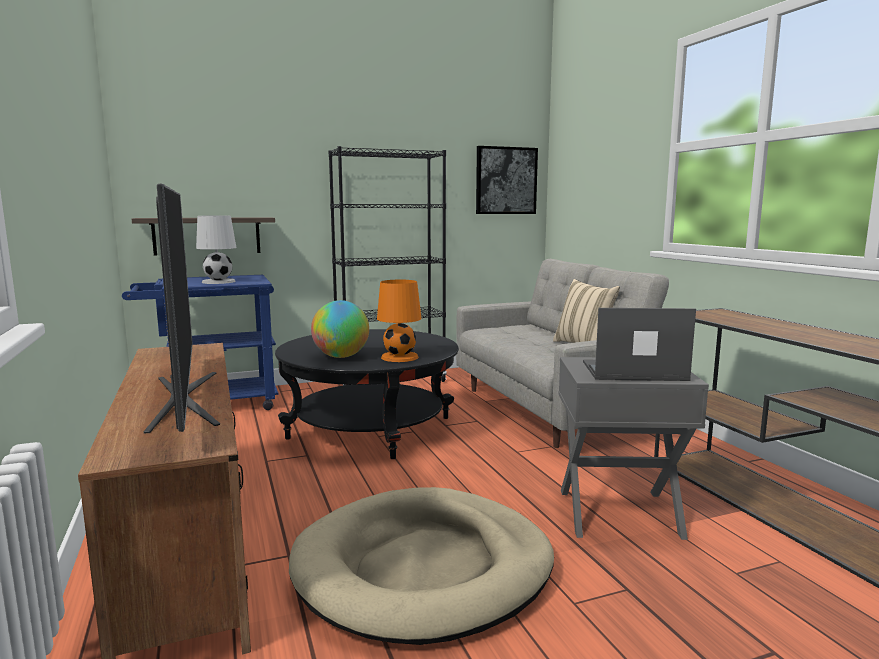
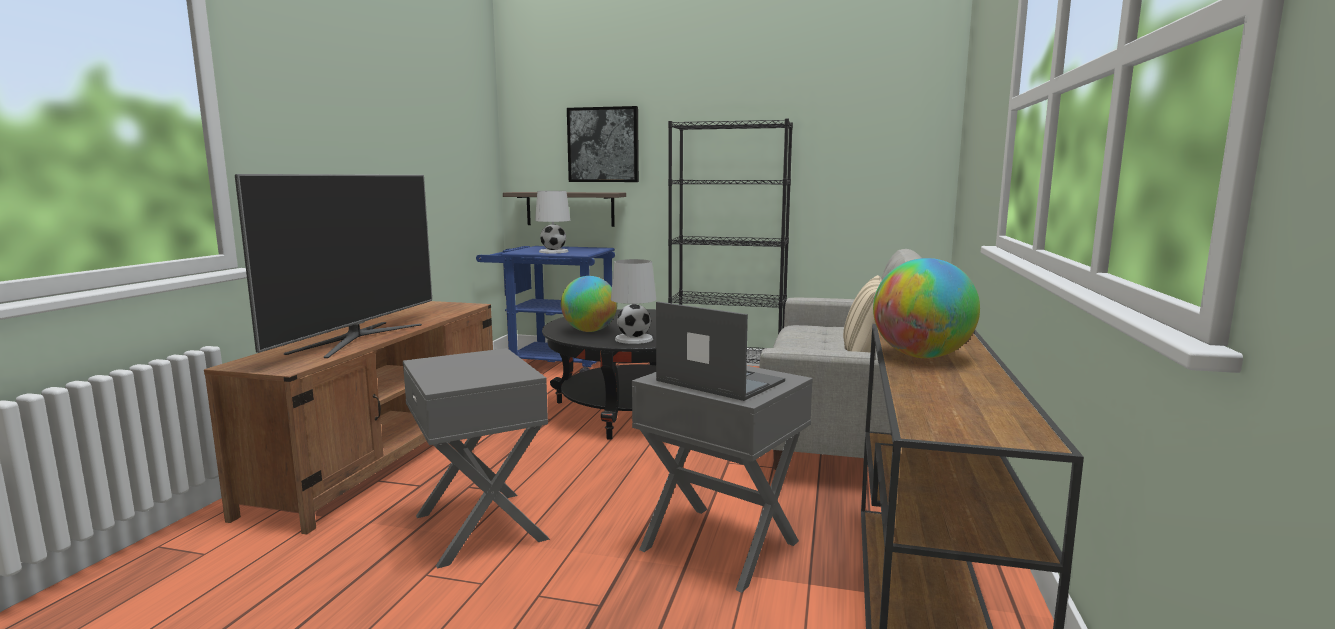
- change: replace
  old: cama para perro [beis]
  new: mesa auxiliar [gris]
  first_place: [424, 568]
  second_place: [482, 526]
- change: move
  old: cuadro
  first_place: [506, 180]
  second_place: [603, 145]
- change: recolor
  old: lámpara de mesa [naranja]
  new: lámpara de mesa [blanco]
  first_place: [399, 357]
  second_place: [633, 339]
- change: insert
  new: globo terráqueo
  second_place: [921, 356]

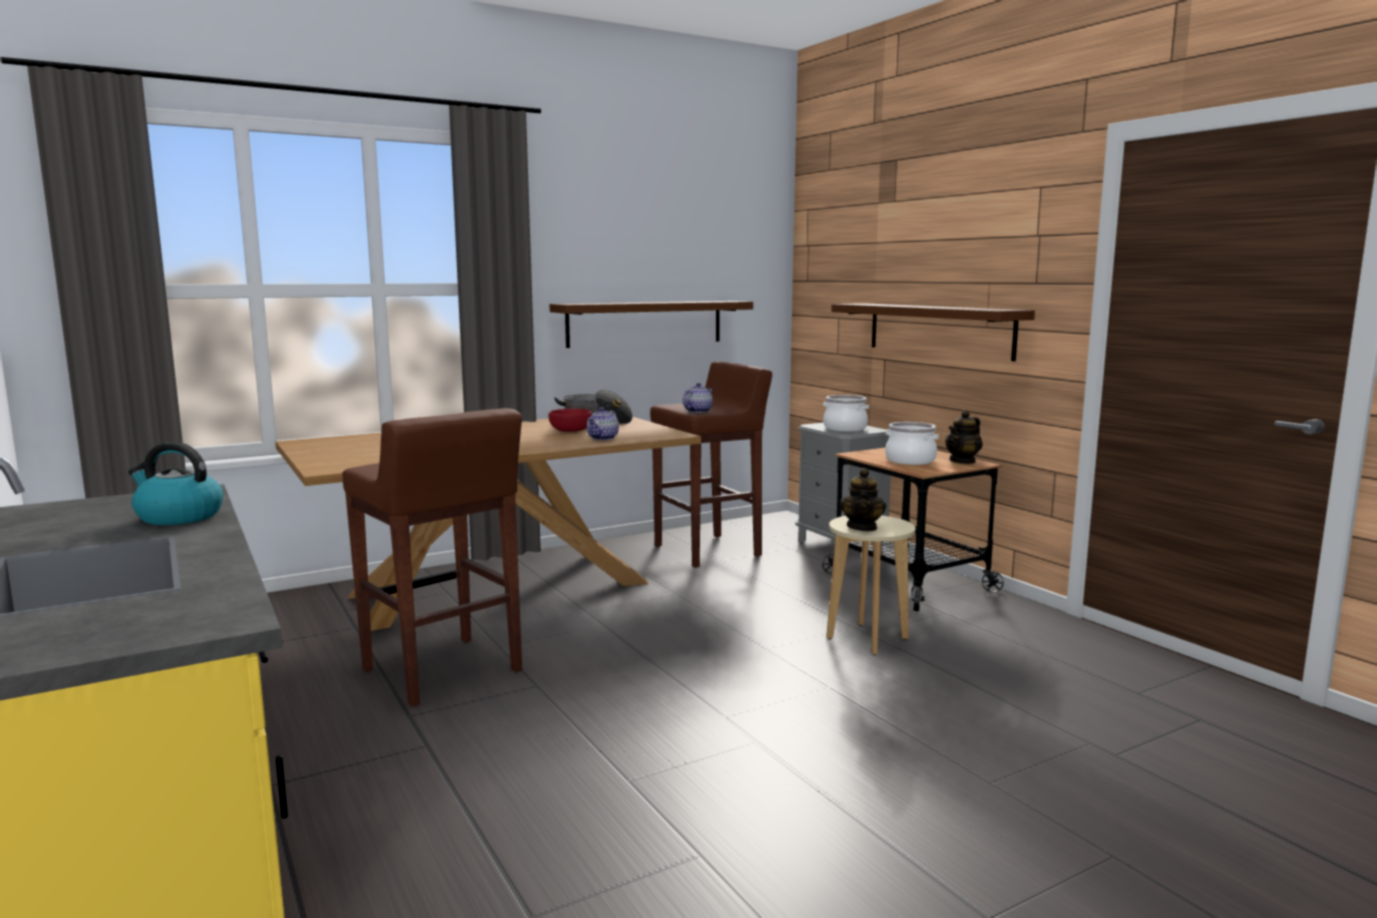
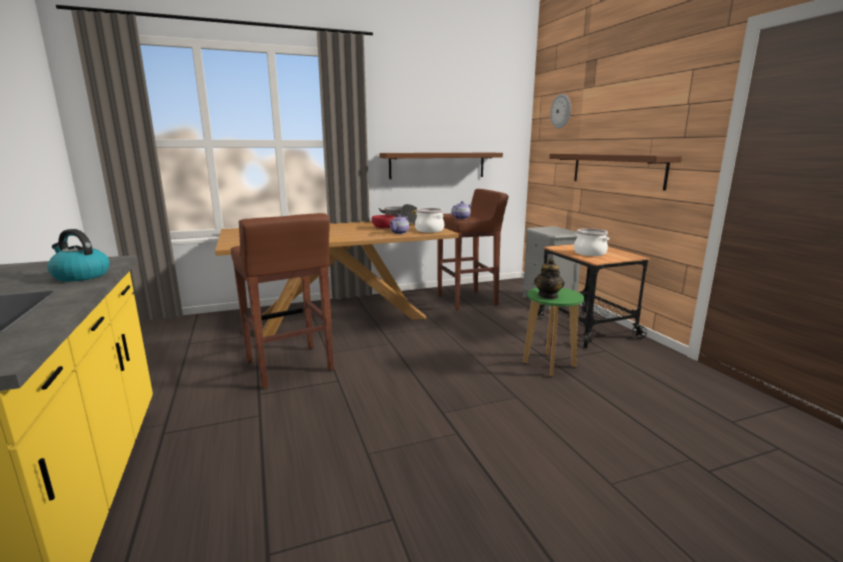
- change: move
  old: olla
  first_place: [844, 428]
  second_place: [429, 230]
- change: recolor
  old: taburete [beis]
  new: taburete [verde]
  first_place: [867, 638]
  second_place: [549, 364]
- change: insert
  new: reloj de pared
  second_place: [561, 111]
- change: delete
  old: tetera
  first_place: [963, 461]

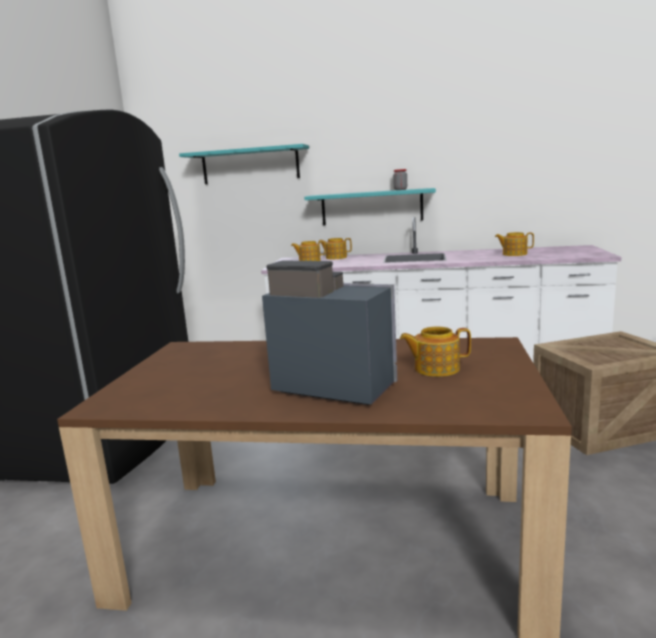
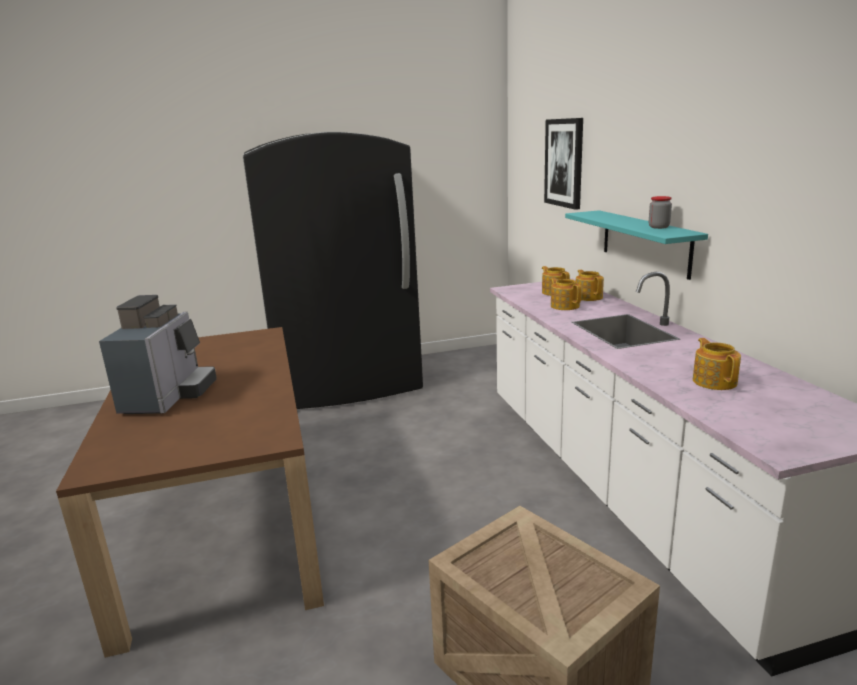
- change: replace
  old: estante [turquesa]
  new: cuadro
  first_place: [250, 165]
  second_place: [564, 163]
- change: move
  old: tetera
  first_place: [435, 368]
  second_place: [564, 306]

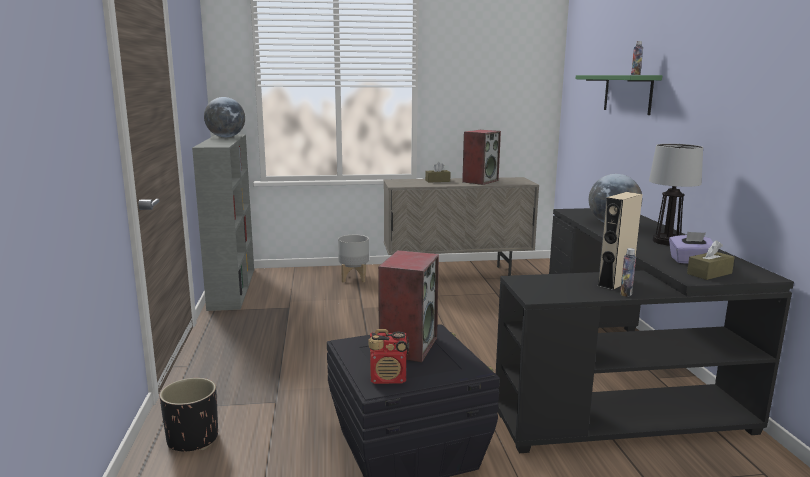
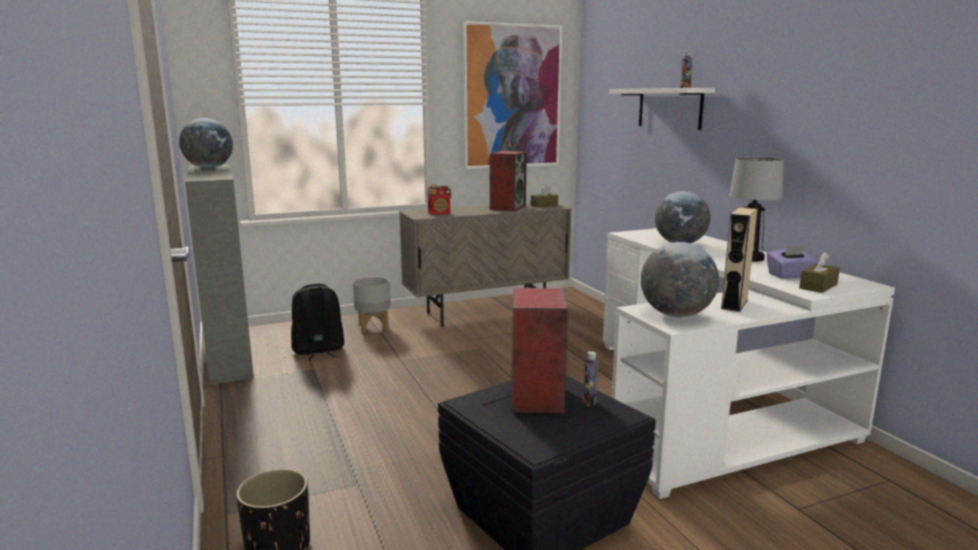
- change: insert
  new: mochila [negro]
  second_place: [318, 351]
- change: move
  old: radio
  first_place: [389, 379]
  second_place: [440, 213]
- change: insert
  new: cuadro
  second_place: [512, 97]
- change: move
  old: caja de pañuelos [marrón]
  first_place: [437, 181]
  second_place: [544, 205]
- change: move
  old: botella
  first_place: [626, 294]
  second_place: [589, 402]
- change: recolor
  old: escritorio [negro]
  new: escritorio [blanco]
  first_place: [620, 378]
  second_place: [710, 404]
- change: recolor
  old: estante [verde]
  new: estante [blanco]
  first_place: [627, 93]
  second_place: [669, 108]
- change: insert
  new: globo terráqueo
  second_place: [676, 315]

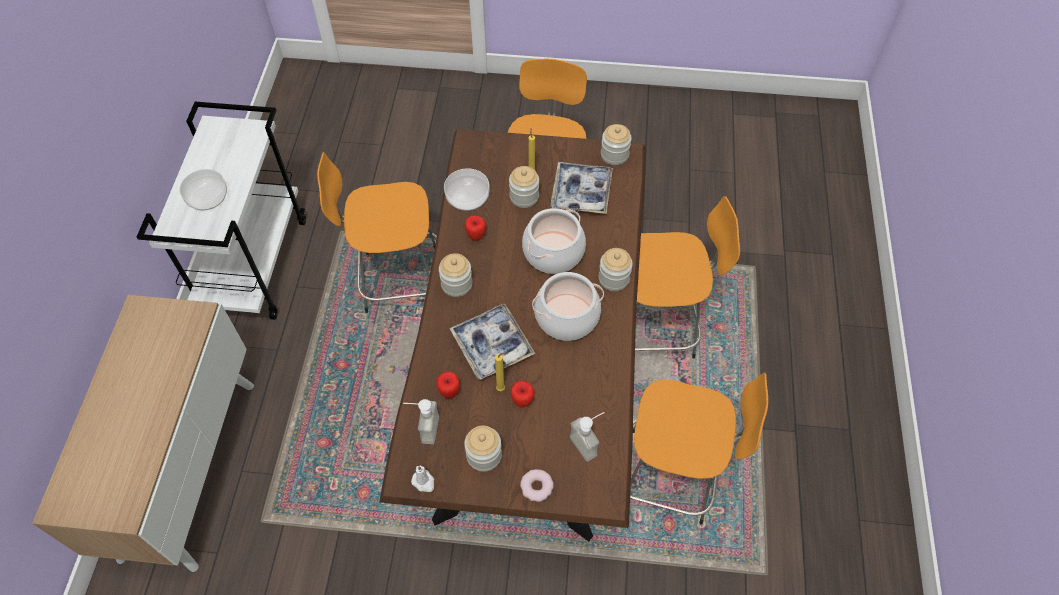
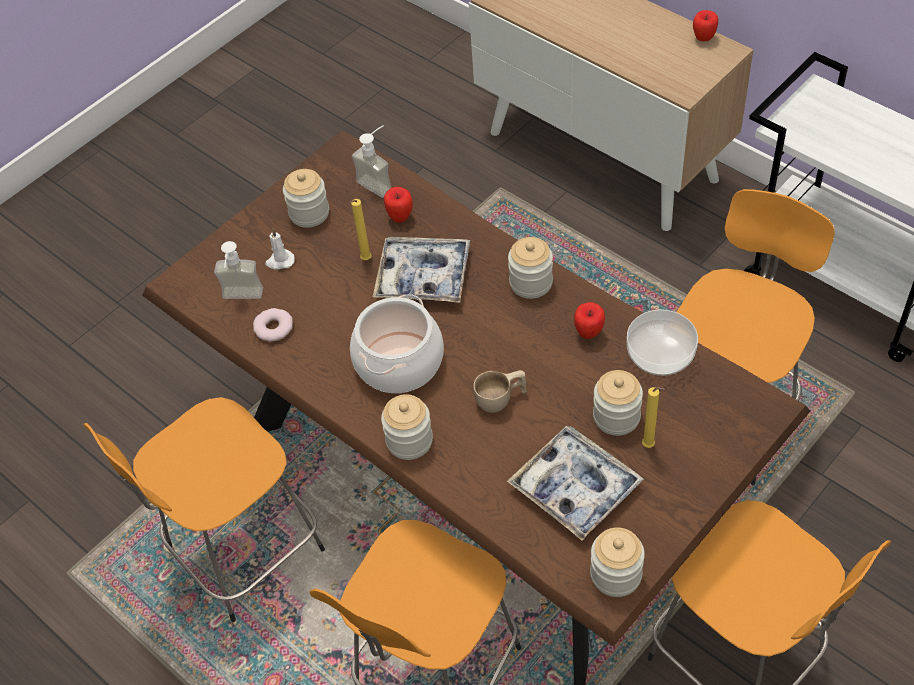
- change: move
  old: rosquilla
  first_place: [537, 487]
  second_place: [273, 328]
- change: move
  old: vela [blanco]
  first_place: [424, 482]
  second_place: [280, 261]
- change: replace
  old: olla
  new: taza [beis]
  first_place: [553, 252]
  second_place: [501, 400]
- change: move
  old: manzana
  first_place: [522, 401]
  second_place: [703, 38]
- change: delete
  old: cuenco
  first_place: [207, 198]

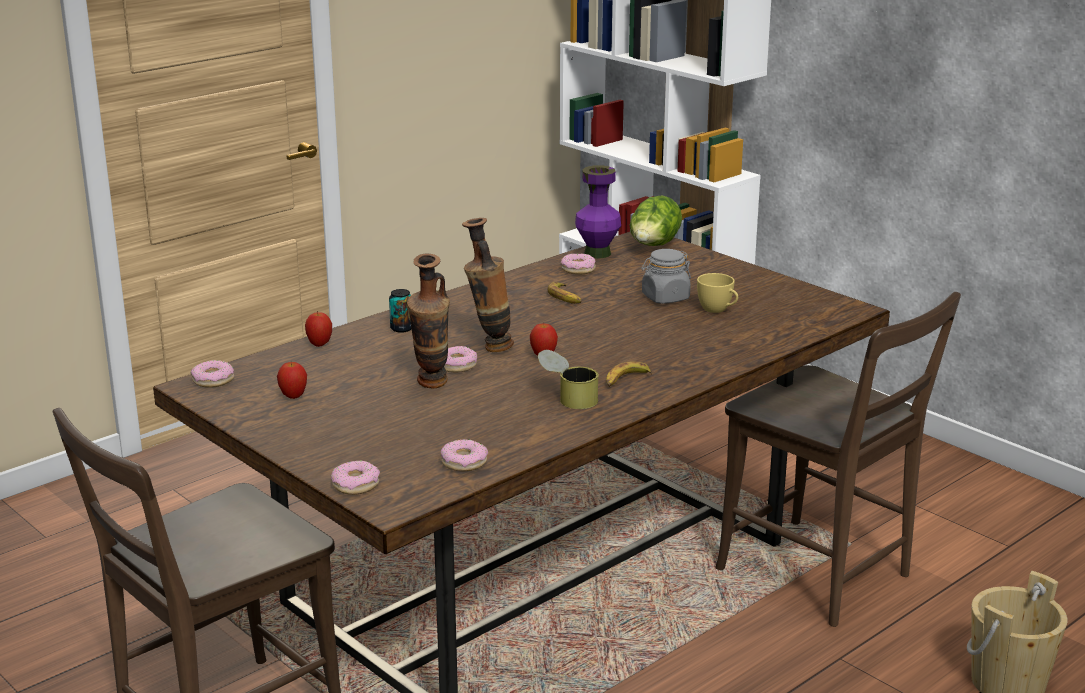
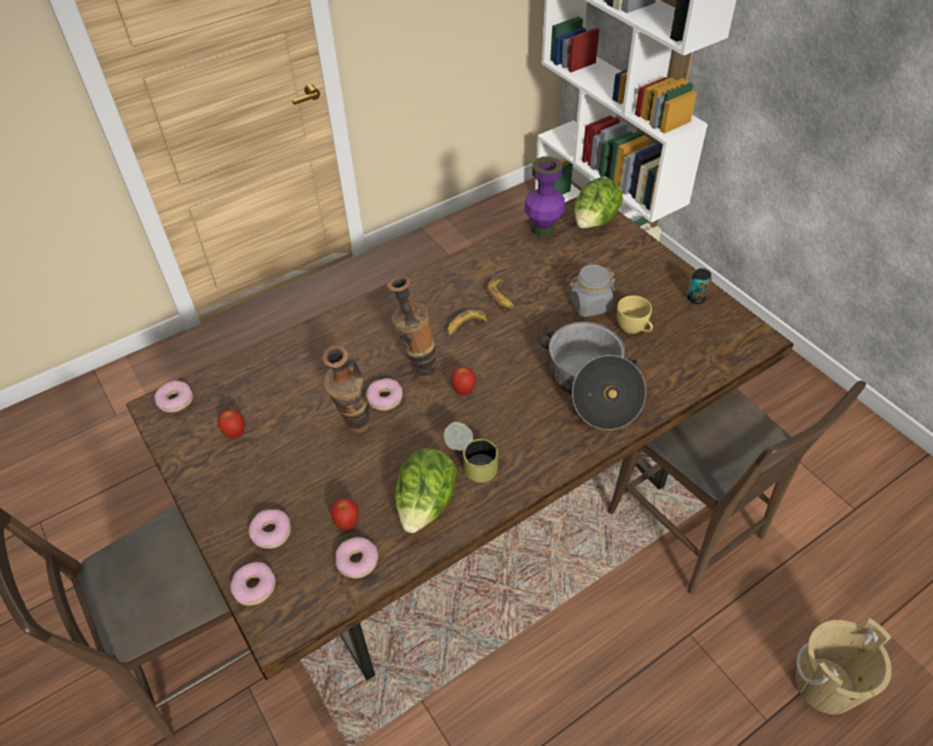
- change: move
  old: rosquilla
  first_place: [578, 269]
  second_place: [271, 532]
- change: move
  old: manzana
  first_place: [319, 344]
  second_place: [347, 523]
- change: insert
  new: lechuga
  second_place: [426, 505]
- change: move
  old: plátano
  first_place: [626, 380]
  second_place: [465, 326]
- change: insert
  new: olla
  second_place: [590, 387]
- change: move
  old: lata
  first_place: [401, 328]
  second_place: [696, 298]

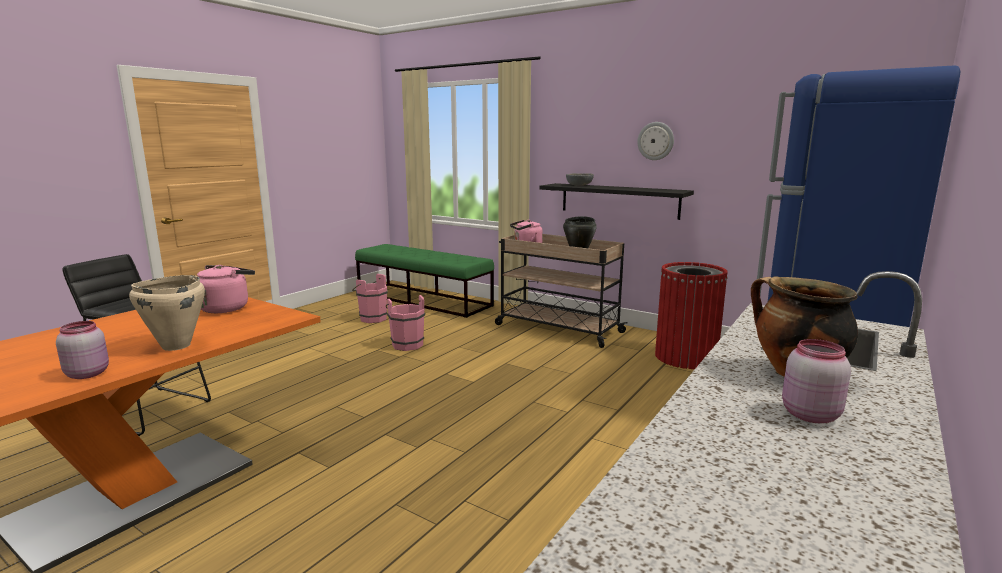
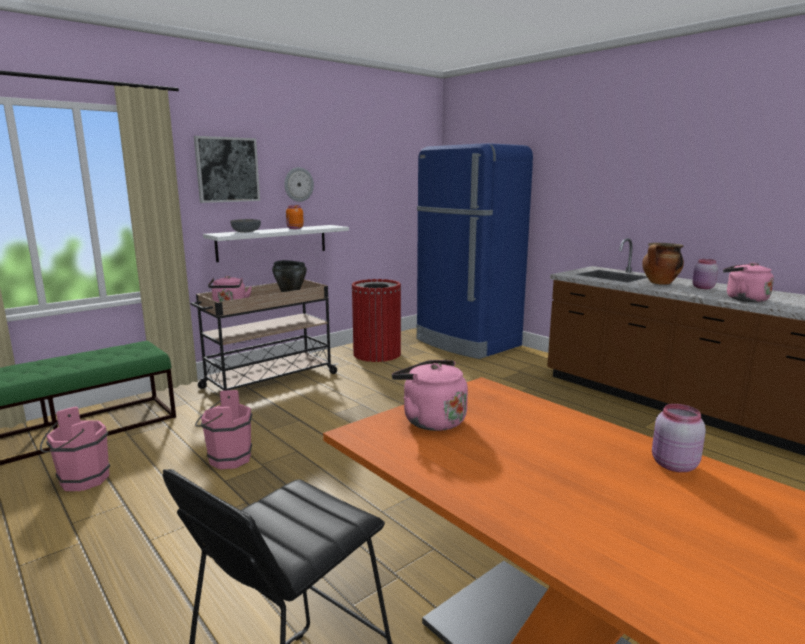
- change: insert
  new: cuadro
  second_place: [227, 169]
- change: recolor
  old: estante [negro]
  new: estante [blanco]
  first_place: [619, 200]
  second_place: [273, 242]
- change: insert
  new: tarro [naranja]
  second_place: [294, 228]
- change: insert
  new: hervidor [rosa]
  second_place: [743, 299]
- change: delete
  old: olla [beis]
  first_place: [175, 346]

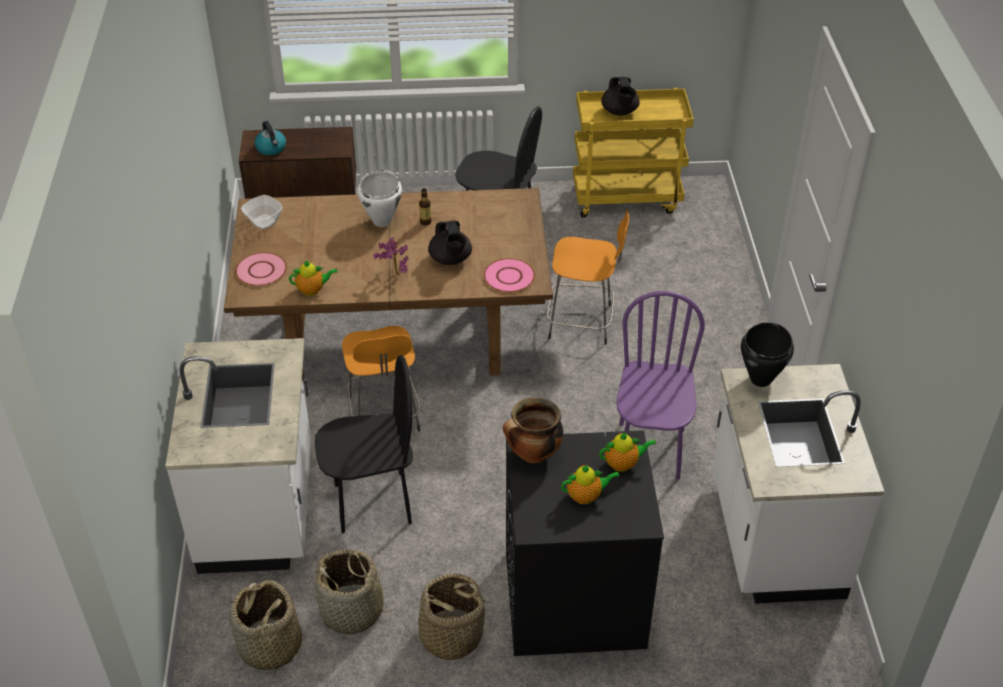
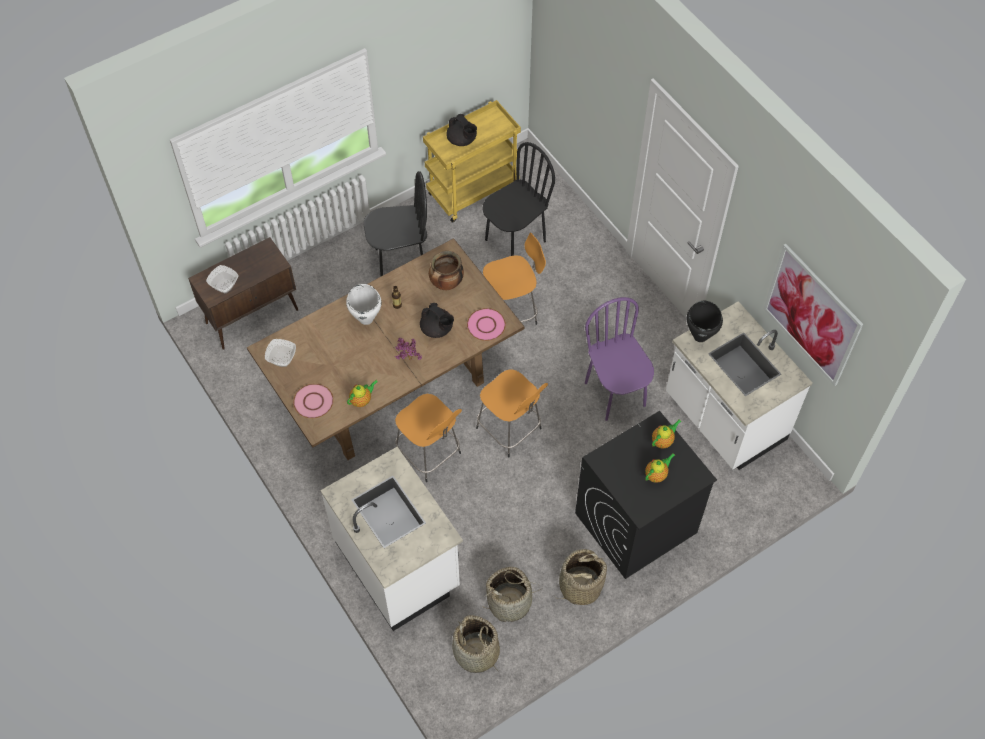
- change: replace
  old: hervidor
  new: cuenco
  first_place: [271, 148]
  second_place: [224, 285]
- change: move
  old: olla
  first_place: [533, 454]
  second_place: [446, 284]
- change: insert
  new: taburete [naranja]
  second_place: [510, 430]
- change: move
  old: silla [negro]
  first_place: [372, 503]
  second_place: [515, 240]
- change: insert
  new: cuadro
  second_place: [811, 315]

